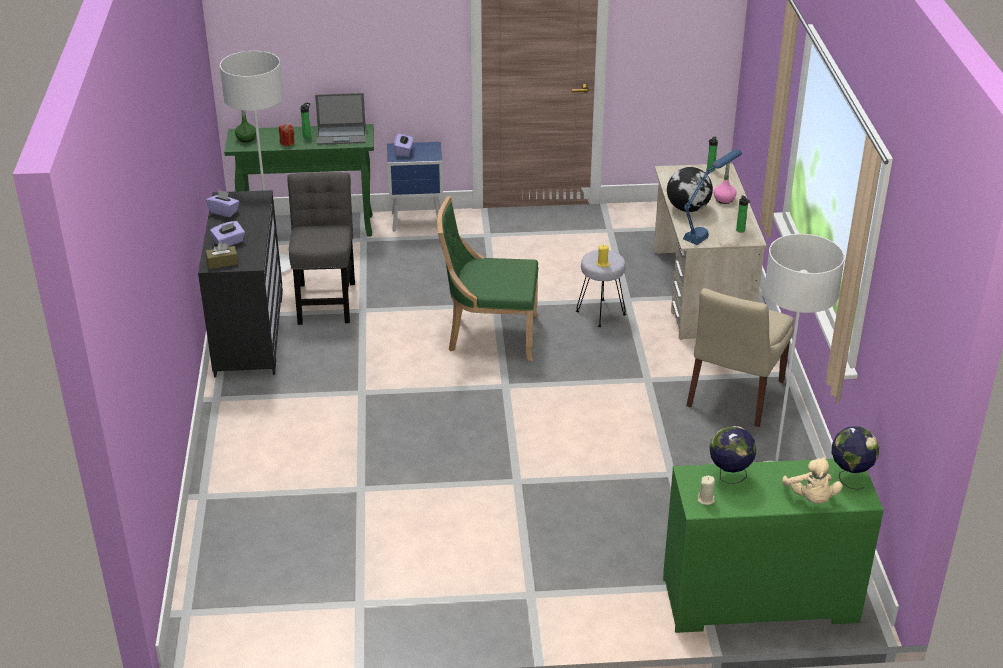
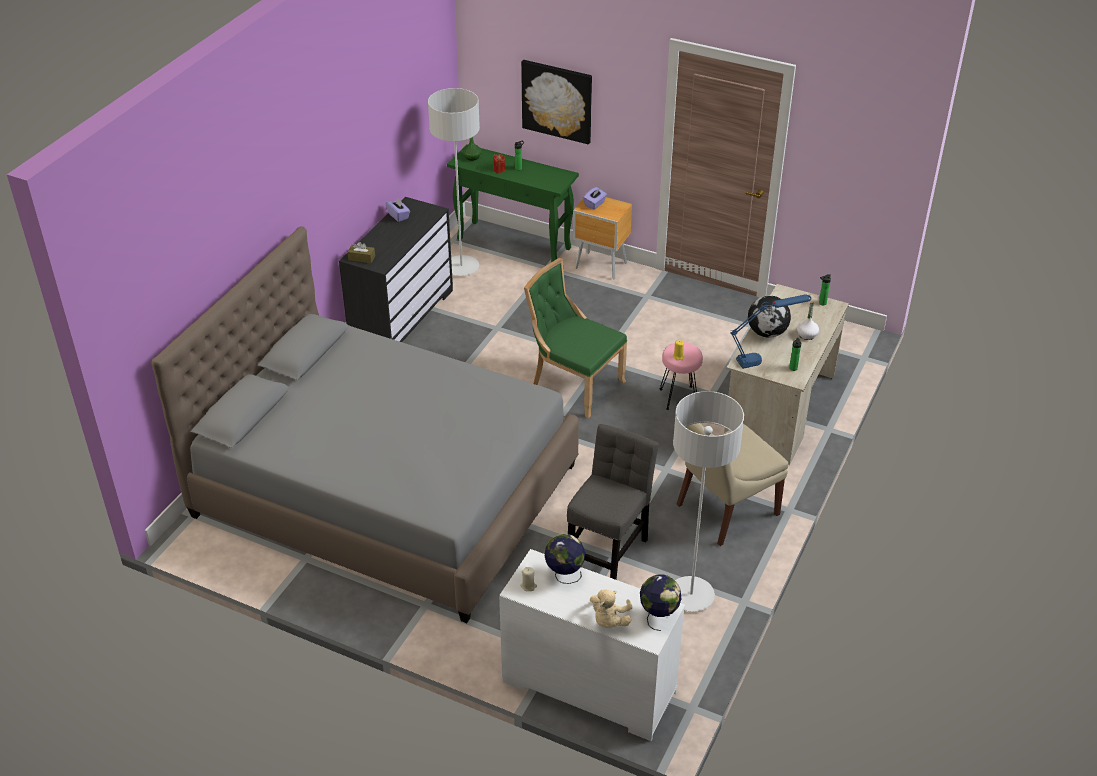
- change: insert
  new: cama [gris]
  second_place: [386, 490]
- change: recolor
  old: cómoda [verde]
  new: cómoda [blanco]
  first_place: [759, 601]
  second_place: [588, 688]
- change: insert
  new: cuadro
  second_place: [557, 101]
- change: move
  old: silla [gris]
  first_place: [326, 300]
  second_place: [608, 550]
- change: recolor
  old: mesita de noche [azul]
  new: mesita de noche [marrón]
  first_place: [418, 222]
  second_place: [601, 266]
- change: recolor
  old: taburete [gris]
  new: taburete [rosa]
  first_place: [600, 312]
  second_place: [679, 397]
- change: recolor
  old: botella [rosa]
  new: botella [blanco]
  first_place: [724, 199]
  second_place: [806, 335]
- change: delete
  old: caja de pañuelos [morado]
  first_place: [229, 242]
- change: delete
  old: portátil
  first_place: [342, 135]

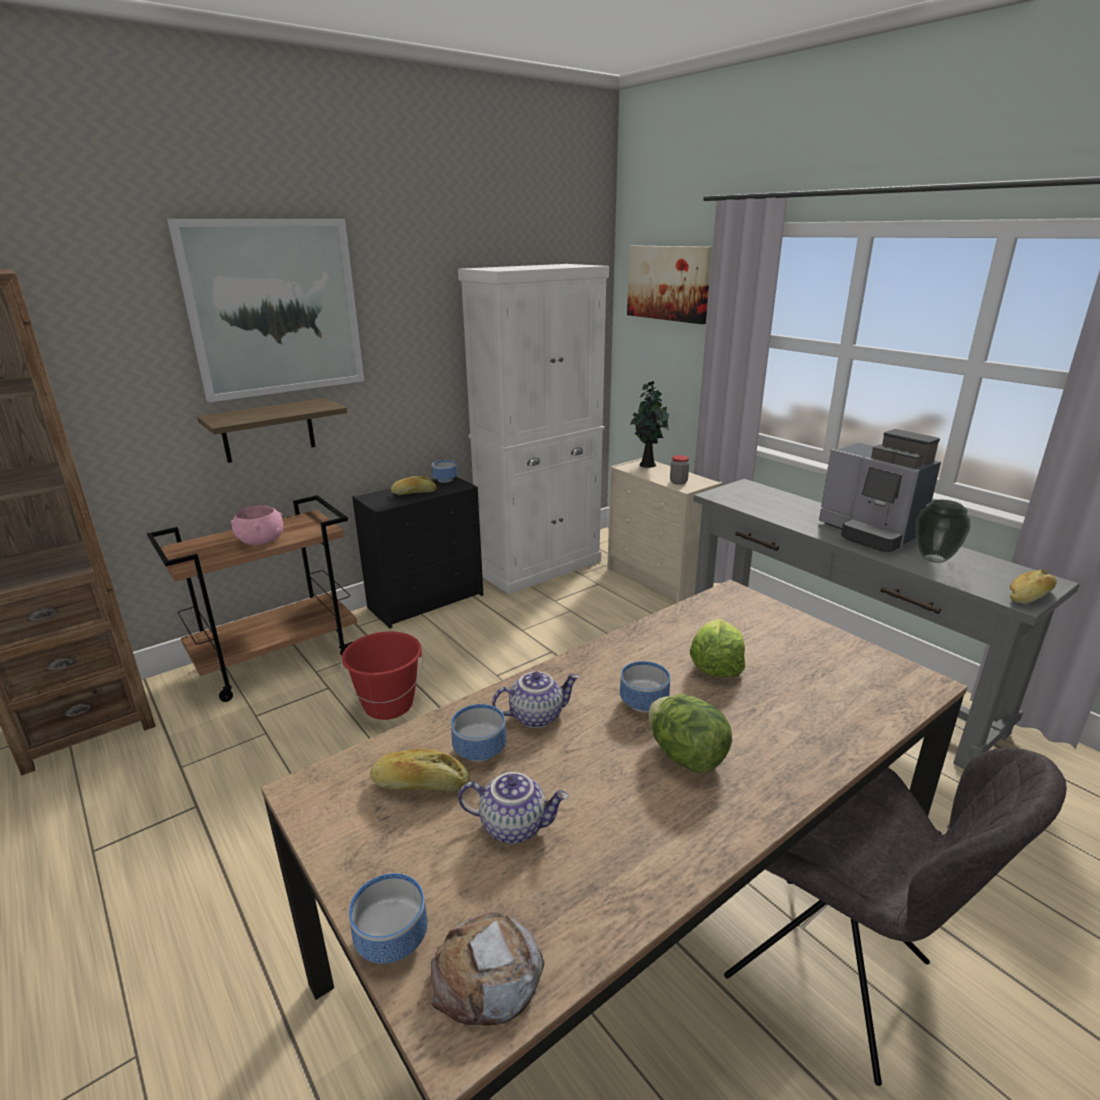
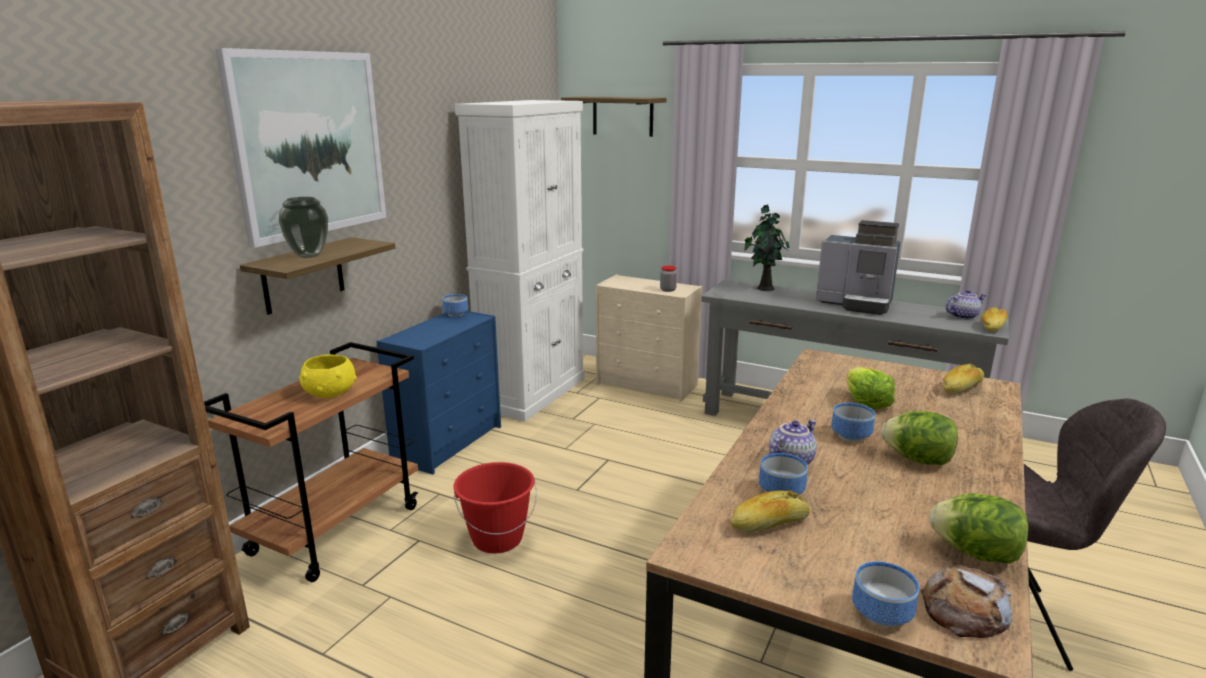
- change: move
  old: florero
  first_place: [933, 559]
  second_place: [308, 256]
- change: recolor
  old: cuenco [rosa]
  new: cuenco [amarillo]
  first_place: [260, 541]
  second_place: [329, 393]
- change: recolor
  old: cómoda [negro]
  new: cómoda [azul]
  first_place: [427, 601]
  second_place: [449, 442]
- change: replace
  old: cuadro
  new: estante
  first_place: [668, 283]
  second_place: [622, 116]
- change: move
  old: planta en maceta
  first_place: [646, 464]
  second_place: [764, 288]
- change: insert
  new: lechuga
  second_place: [975, 554]
- change: move
  old: pan
  first_place: [414, 493]
  second_place: [961, 388]
- change: move
  old: tetera
  first_place: [514, 825]
  second_place: [963, 316]

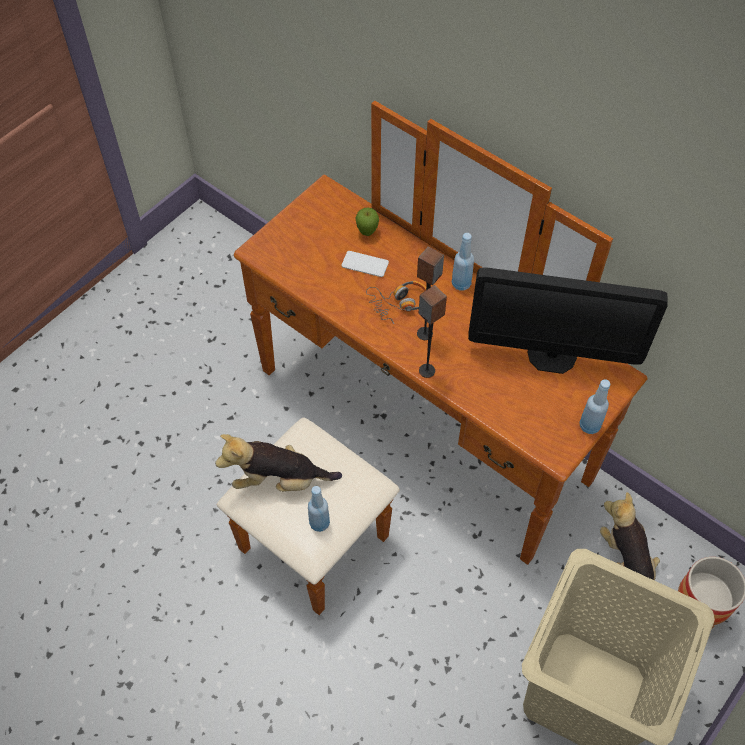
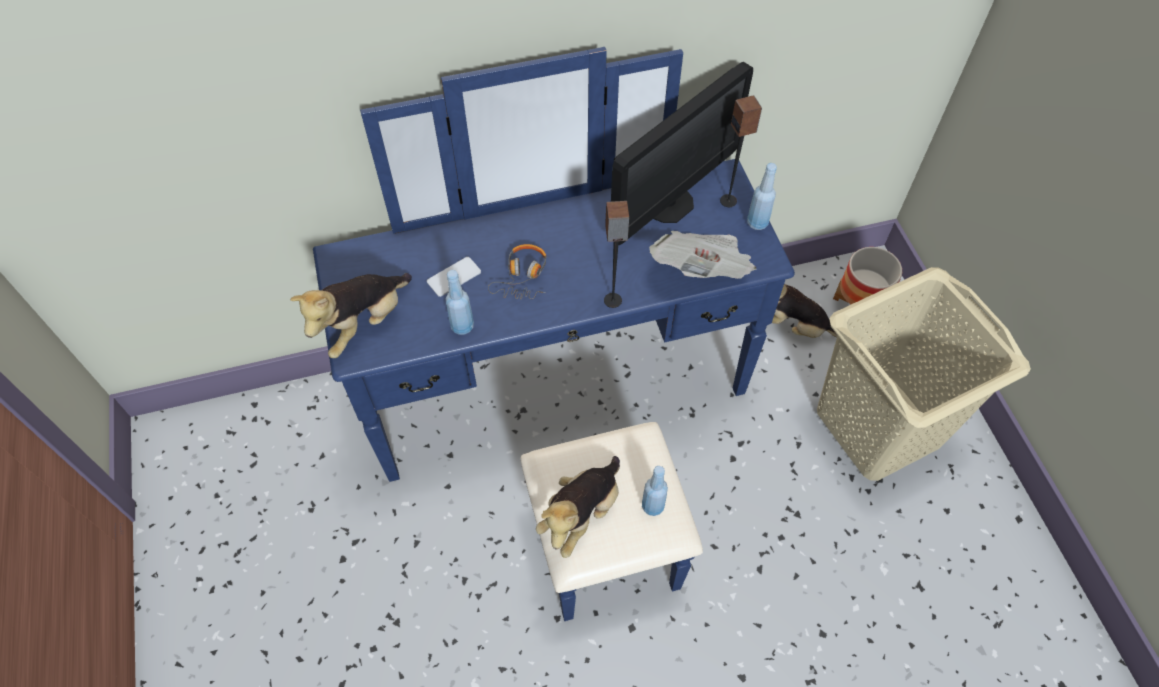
- change: insert
  new: peluche
  second_place: [362, 324]
- change: recolor
  old: cómoda [marrón]
  new: cómoda [azul]
  first_place: [400, 451]
  second_place: [568, 419]
- change: move
  old: botella [azul]
  first_place: [461, 284]
  second_place: [462, 326]
- change: insert
  new: periódico
  second_place: [702, 271]
- change: move
  old: altavoz
  first_place: [425, 334]
  second_place: [728, 201]
- change: delete
  old: manzana
  first_place: [367, 233]

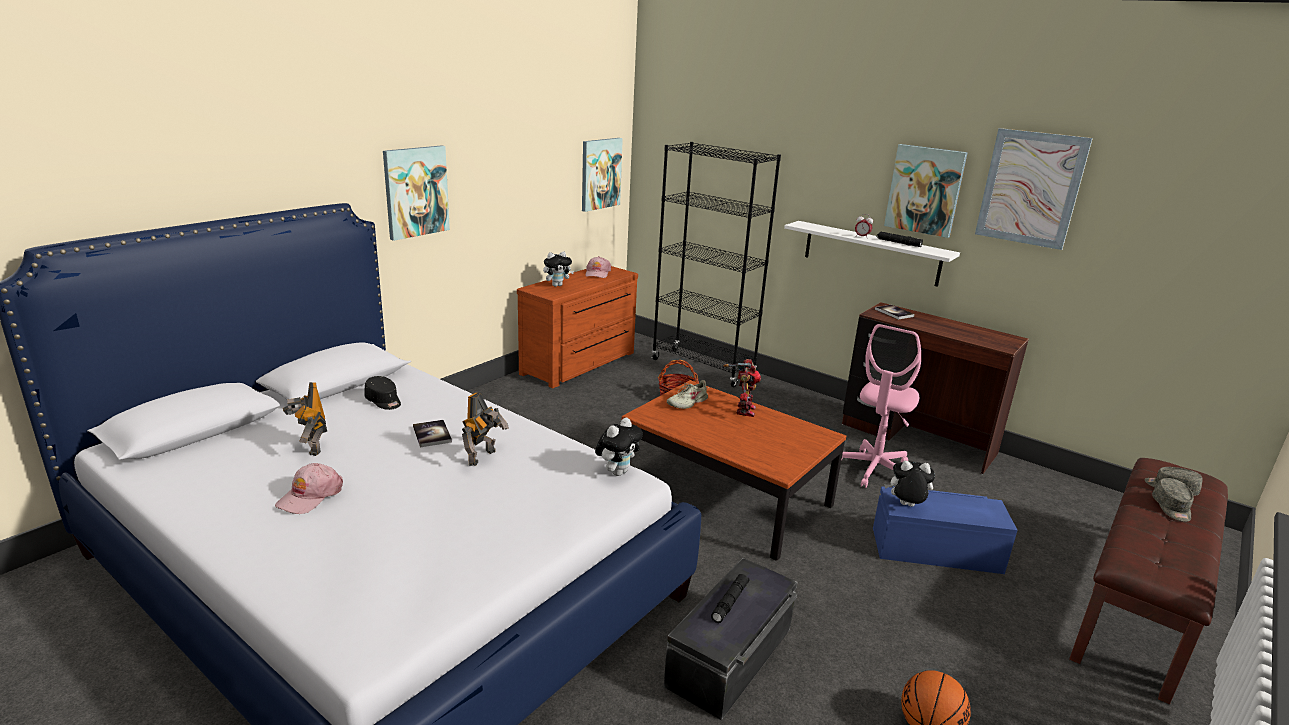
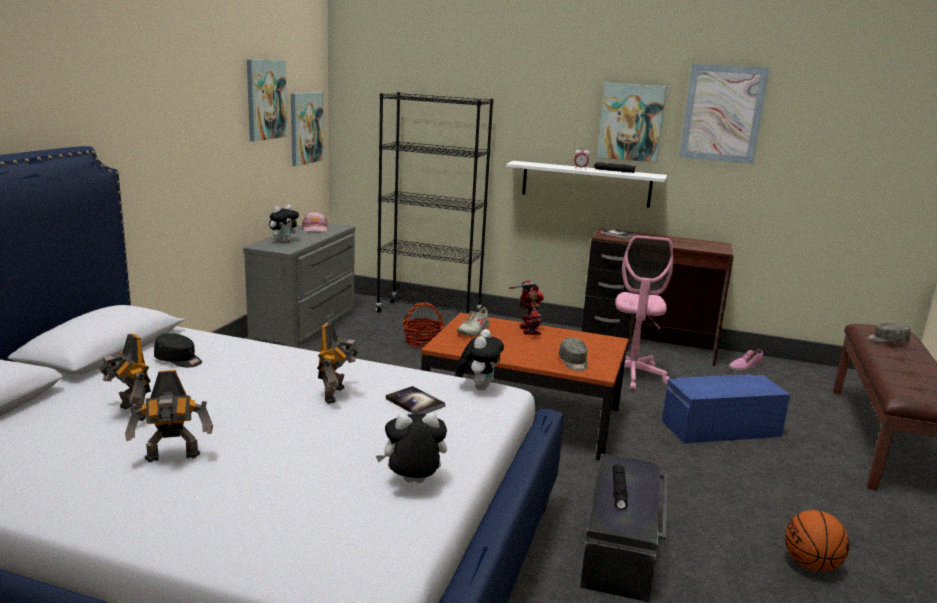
- change: replace
  old: gorra [rosa]
  new: robot de juguete
  first_place: [310, 496]
  second_place: [173, 458]
- change: recolor
  old: cómoda [marrón]
  new: cómoda [gris]
  first_place: [581, 364]
  second_place: [307, 324]
- change: move
  old: cuadro
  first_place: [416, 191]
  second_place: [265, 99]
- change: move
  old: peluche
  first_place: [905, 506]
  second_place: [412, 483]
- change: move
  old: libro
  first_place: [432, 434]
  second_place: [415, 402]
- change: move
  old: gorra [gris]
  first_place: [1171, 508]
  second_place: [573, 362]
- change: insert
  new: zapato
  second_place: [745, 366]

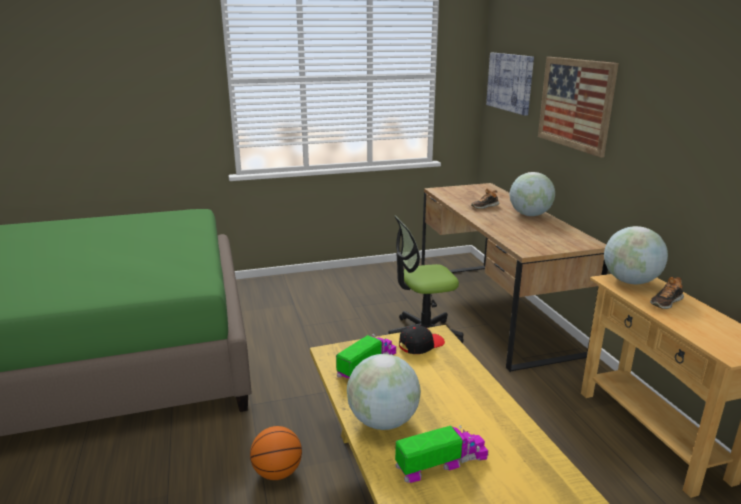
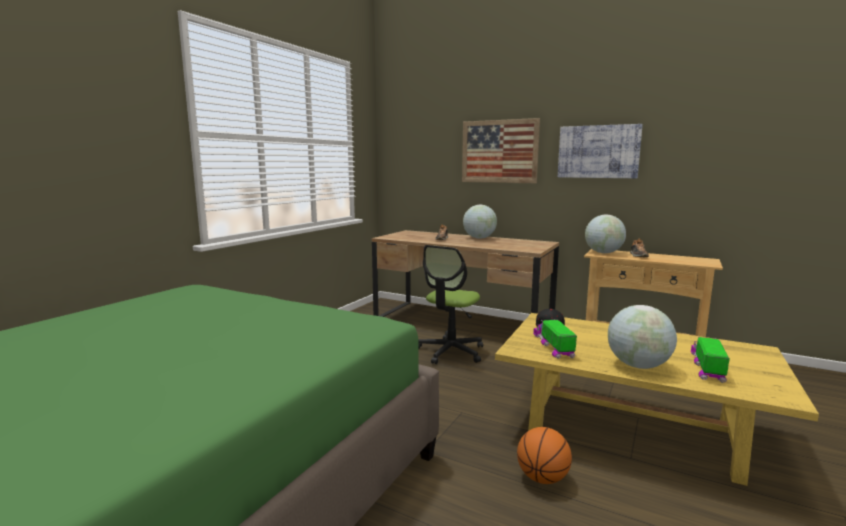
- change: move
  old: cuadro
  first_place: [510, 82]
  second_place: [598, 151]

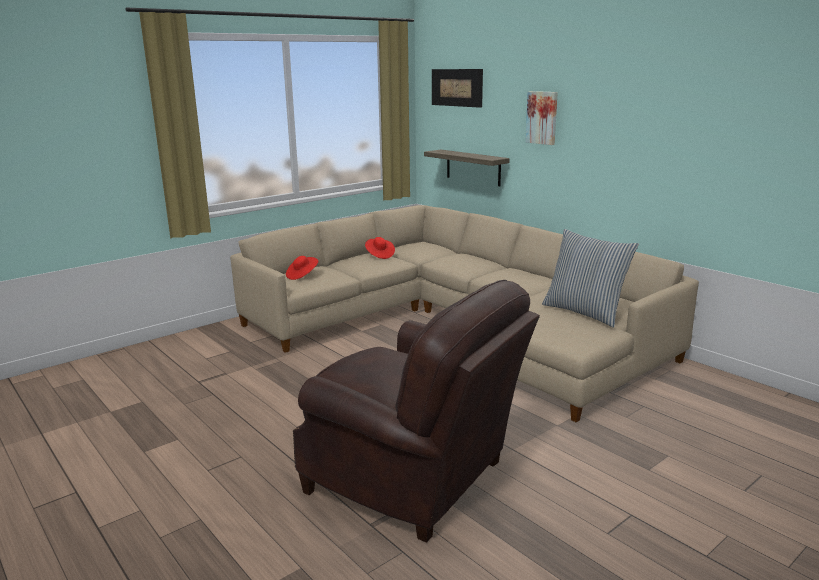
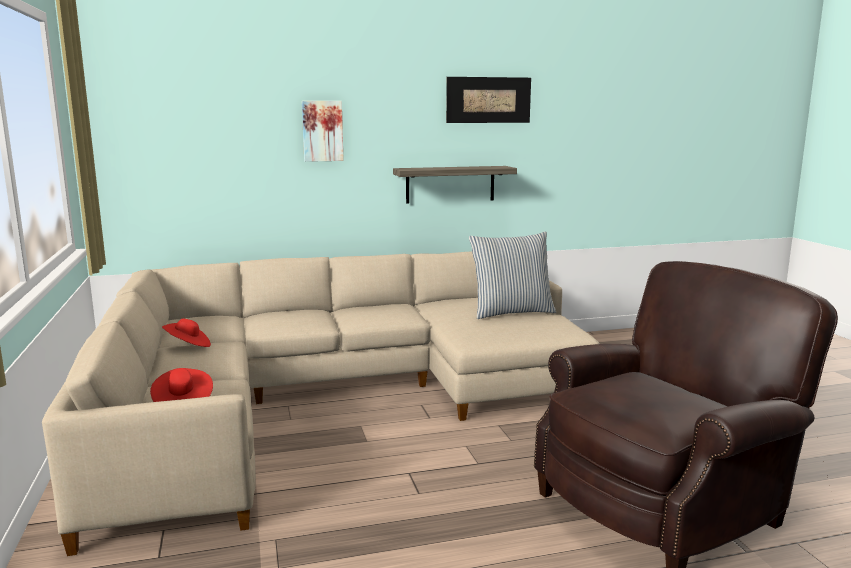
- change: move
  old: estante
  first_place: [473, 167]
  second_place: [450, 184]
- change: move
  old: cuadro
  first_place: [456, 87]
  second_place: [488, 100]

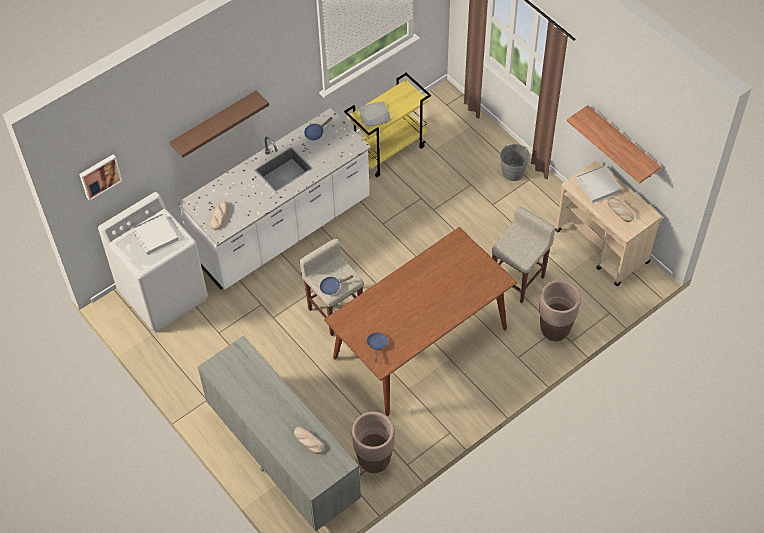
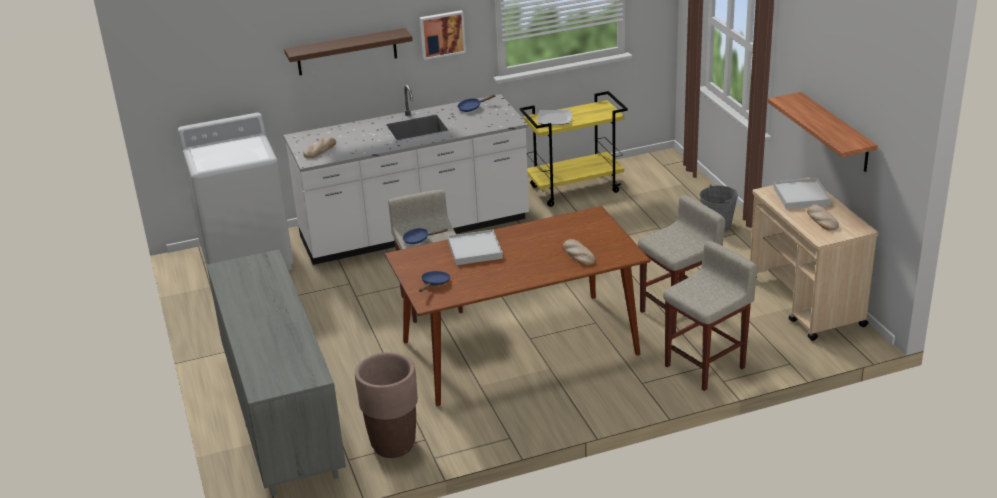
- change: move
  old: cuadro
  first_place: [100, 176]
  second_place: [442, 34]
- change: move
  old: bandeja [blanco]
  first_place: [155, 235]
  second_place: [475, 250]
- change: move
  old: pan
  first_place: [308, 441]
  second_place: [578, 254]
- change: replace
  old: maceta [marrón]
  new: taburete [beis]
  first_place: [555, 330]
  second_place: [706, 366]

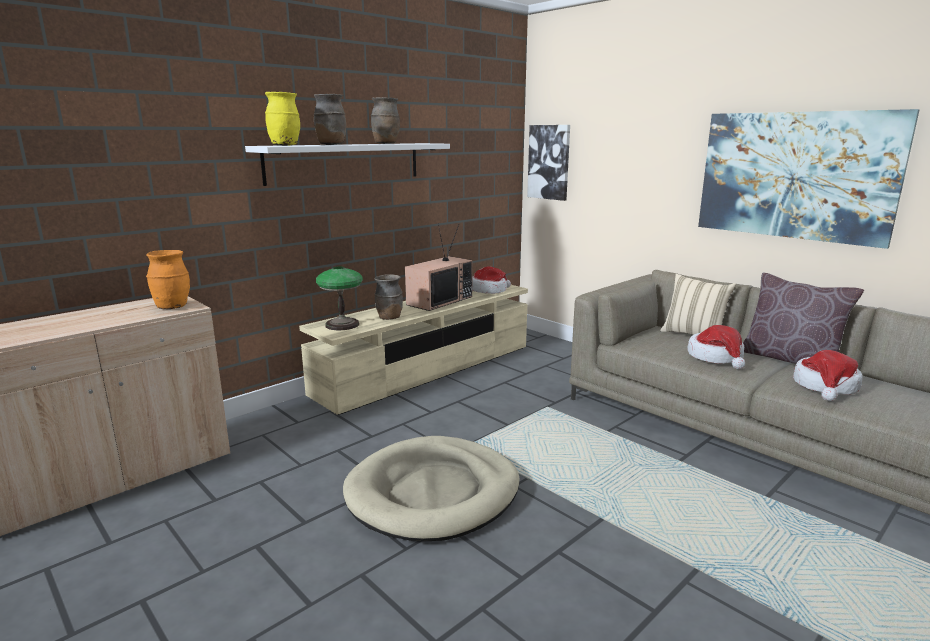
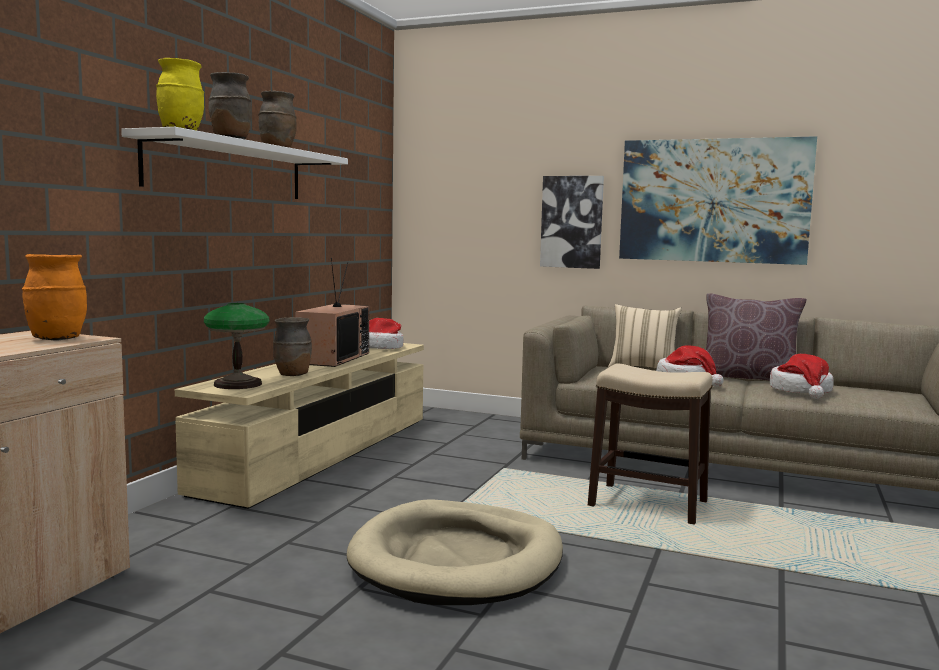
- change: move
  old: cuadro
  first_place: [549, 162]
  second_place: [572, 222]
- change: insert
  new: taburete
  second_place: [649, 504]

